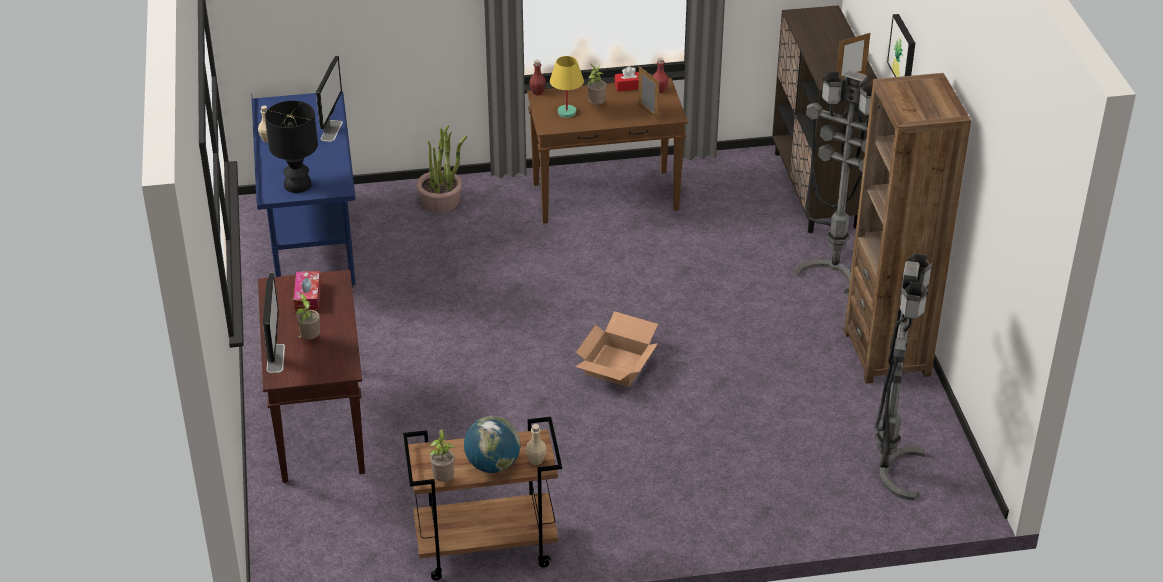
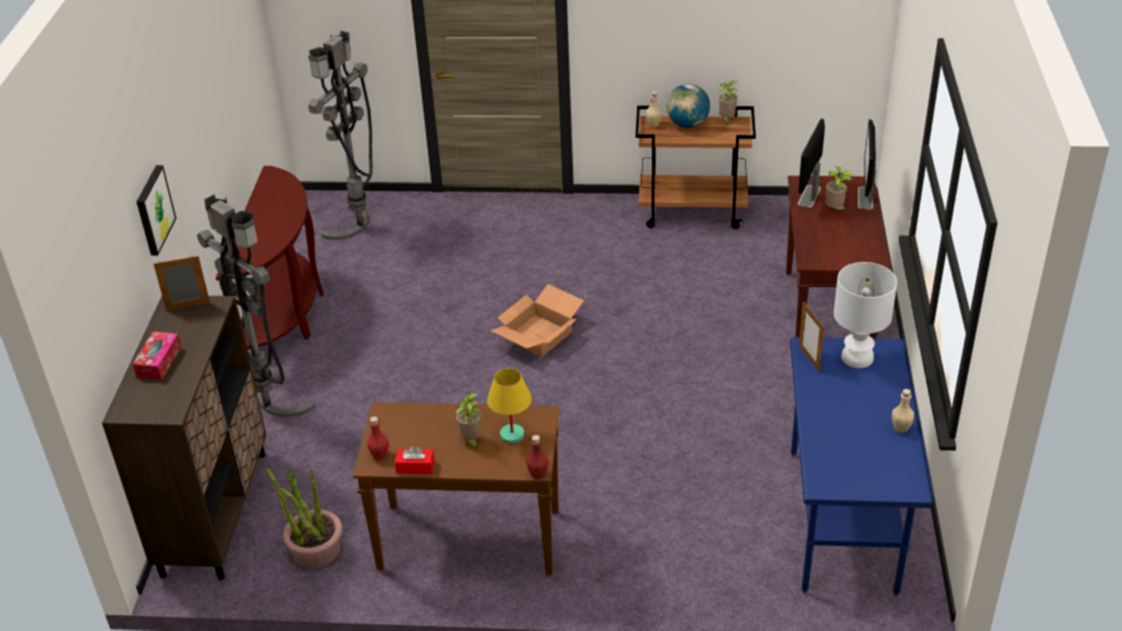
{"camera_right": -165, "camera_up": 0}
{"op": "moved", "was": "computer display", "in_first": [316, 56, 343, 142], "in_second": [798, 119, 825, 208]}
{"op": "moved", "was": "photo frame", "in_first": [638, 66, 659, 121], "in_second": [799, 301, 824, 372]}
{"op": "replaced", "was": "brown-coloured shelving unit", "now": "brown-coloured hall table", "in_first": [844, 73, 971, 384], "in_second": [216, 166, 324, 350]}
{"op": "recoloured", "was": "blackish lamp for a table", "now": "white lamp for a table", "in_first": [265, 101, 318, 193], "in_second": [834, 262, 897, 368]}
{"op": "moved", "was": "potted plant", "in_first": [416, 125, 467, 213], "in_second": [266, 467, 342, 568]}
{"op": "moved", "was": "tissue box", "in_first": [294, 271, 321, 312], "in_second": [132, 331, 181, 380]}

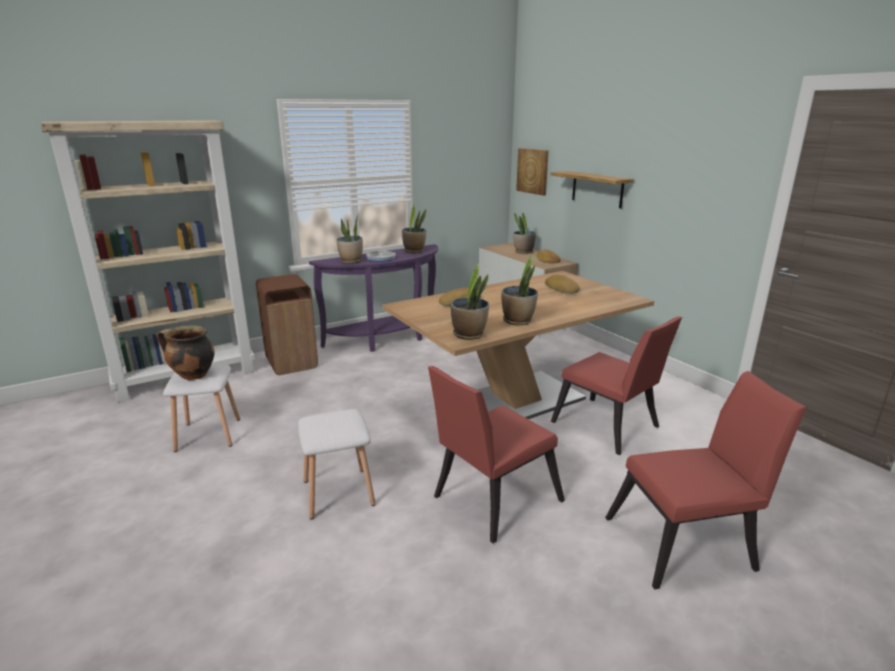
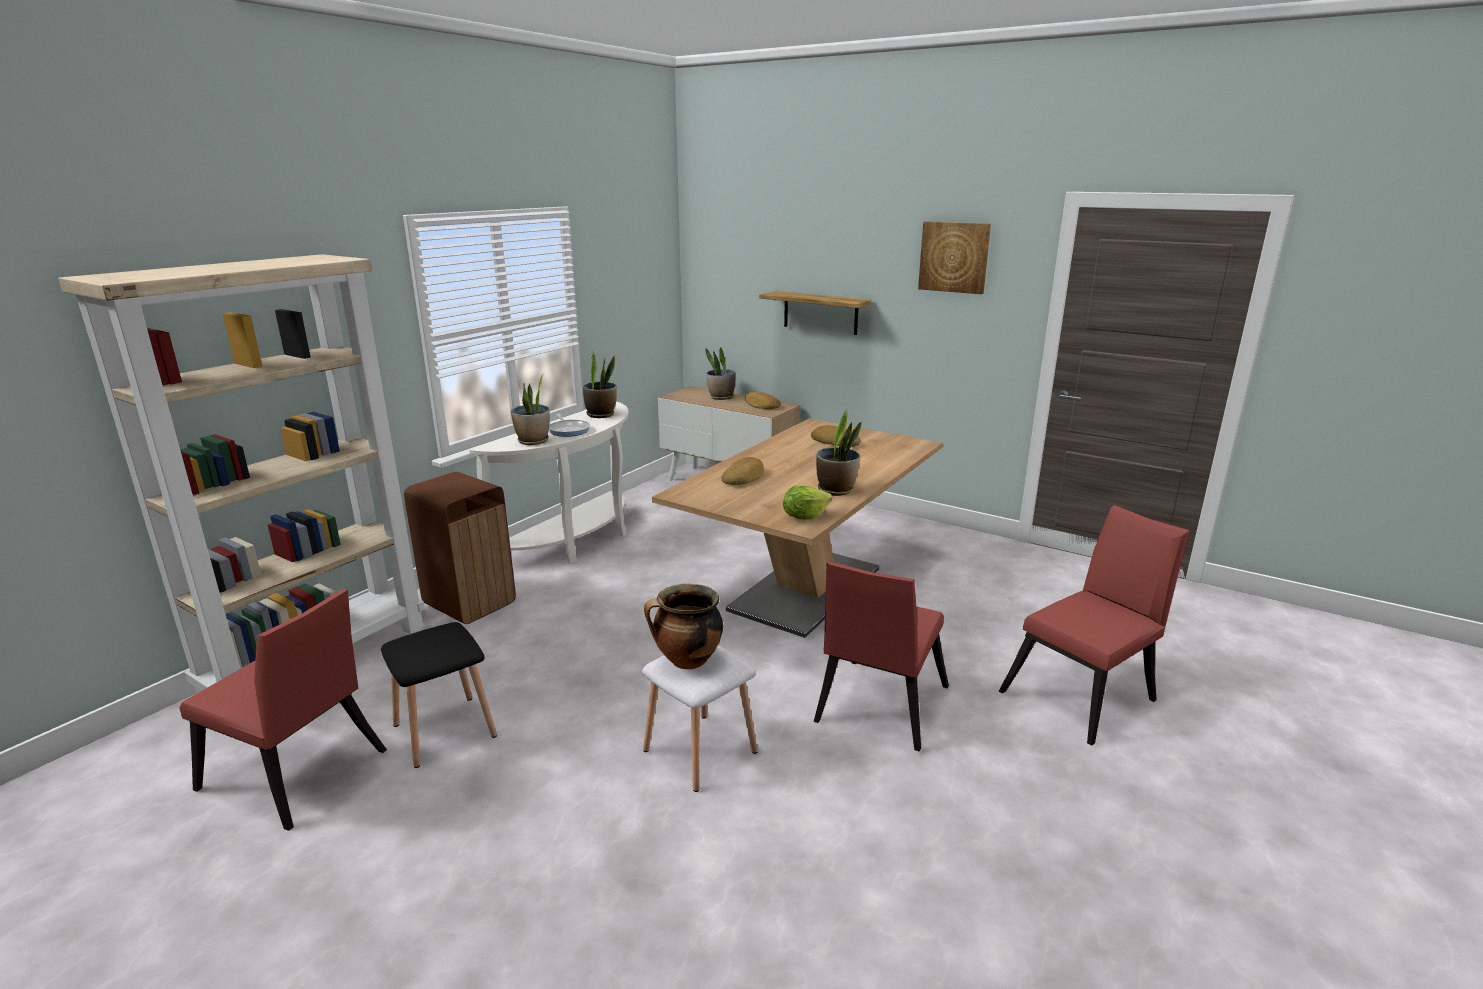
{"camera_right": -25, "camera_up": 0}
{"op": "moved", "was": "wall picture", "in_first": [516, 148, 549, 196], "in_second": [918, 221, 991, 294]}
{"op": "recoloured", "was": "purplish hall table", "now": "white hall table", "in_first": [309, 244, 438, 352], "in_second": [470, 401, 629, 564]}
{"op": "replaced", "was": "potted plant", "now": "head of lettuce", "in_first": [451, 263, 489, 340], "in_second": [783, 485, 832, 520]}
{"op": "moved", "was": "red-coloured chair", "in_first": [551, 317, 682, 455], "in_second": [180, 589, 387, 831]}
{"op": "moved", "was": "saucepot", "in_first": [157, 325, 214, 380], "in_second": [644, 584, 723, 669]}
{"op": "recoloured", "was": "white sitting stool", "now": "blackish sitting stool", "in_first": [163, 365, 240, 452], "in_second": [381, 622, 497, 768]}

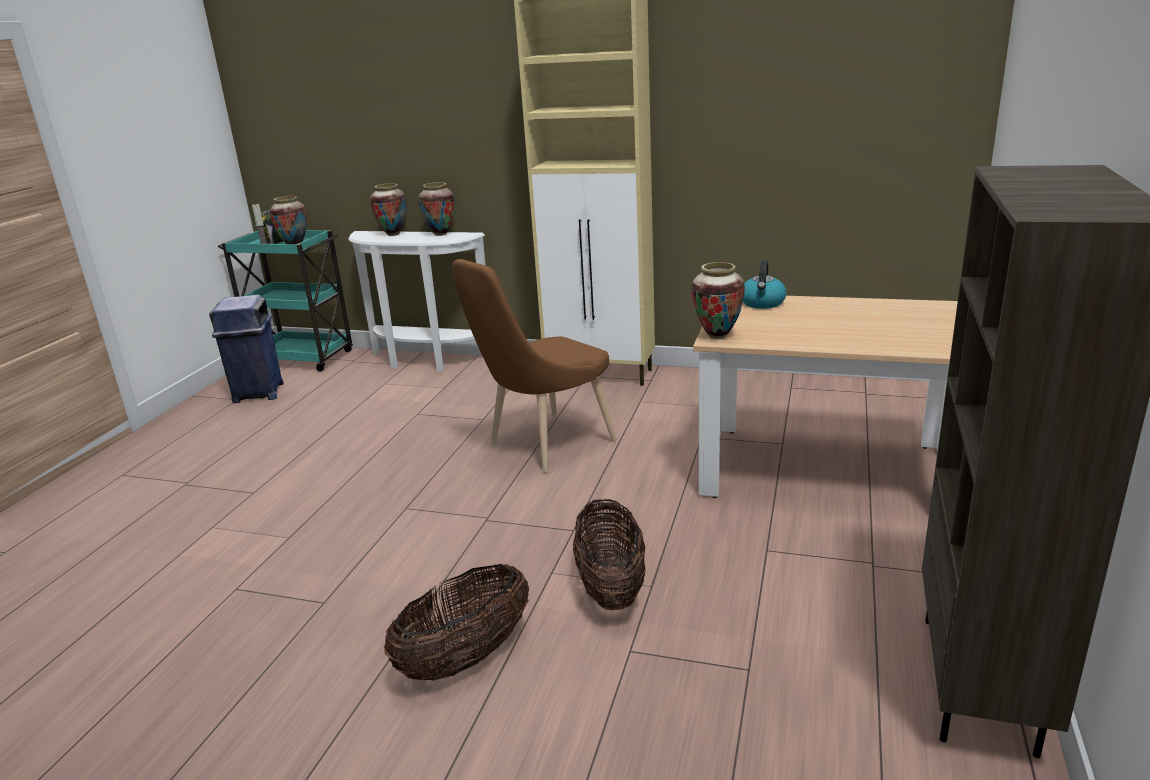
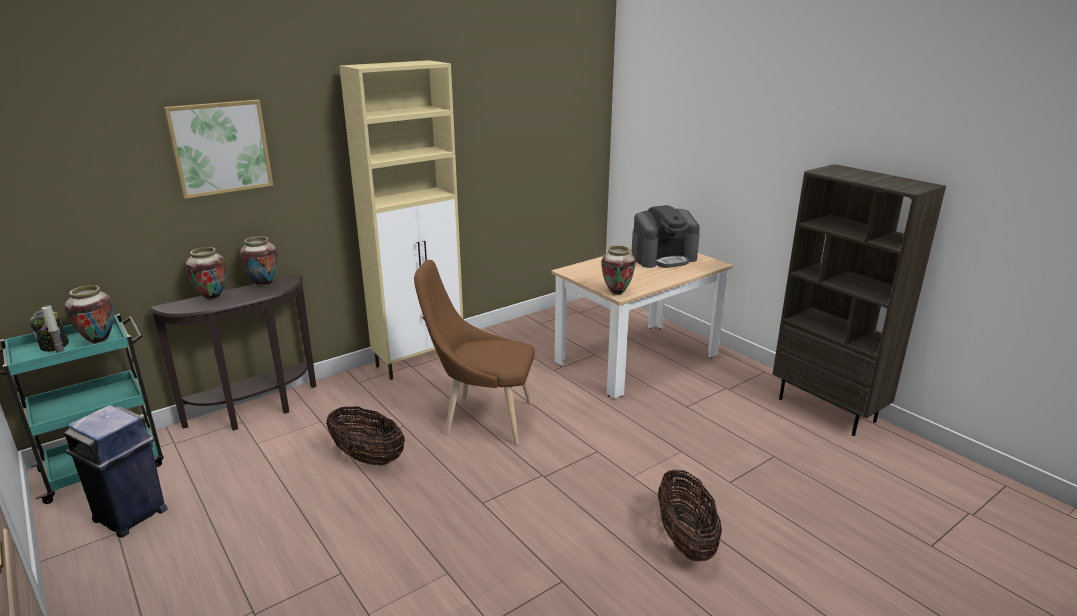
{"camera_right": -55, "camera_up": 0}
{"op": "recoloured", "was": "white hall table", "now": "brown-coloured hall table", "in_first": [348, 231, 486, 372], "in_second": [149, 274, 316, 431]}
{"op": "turned", "was": "brown-coloured chair", "in_first": [452, 259, 617, 473], "in_second": [414, 260, 535, 445], "clockwise": 105}
{"op": "removed", "was": "tea kettle", "in_first": [743, 260, 787, 309]}
{"op": "moved", "was": "household basket", "in_first": [573, 499, 646, 610], "in_second": [326, 407, 405, 465]}
{"op": "added", "now": "wall picture", "in_second": [164, 100, 273, 199]}
{"op": "added", "now": "coffee brewer", "in_second": [631, 205, 700, 268]}

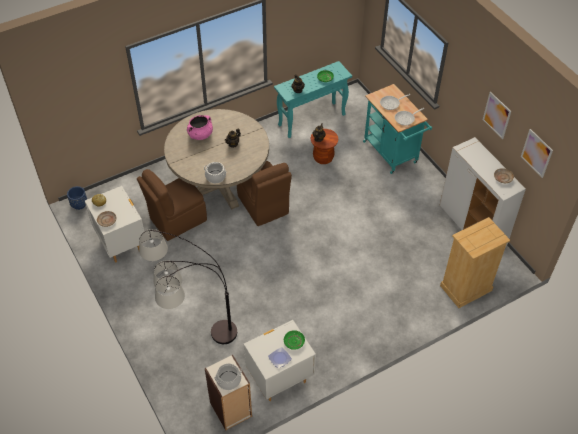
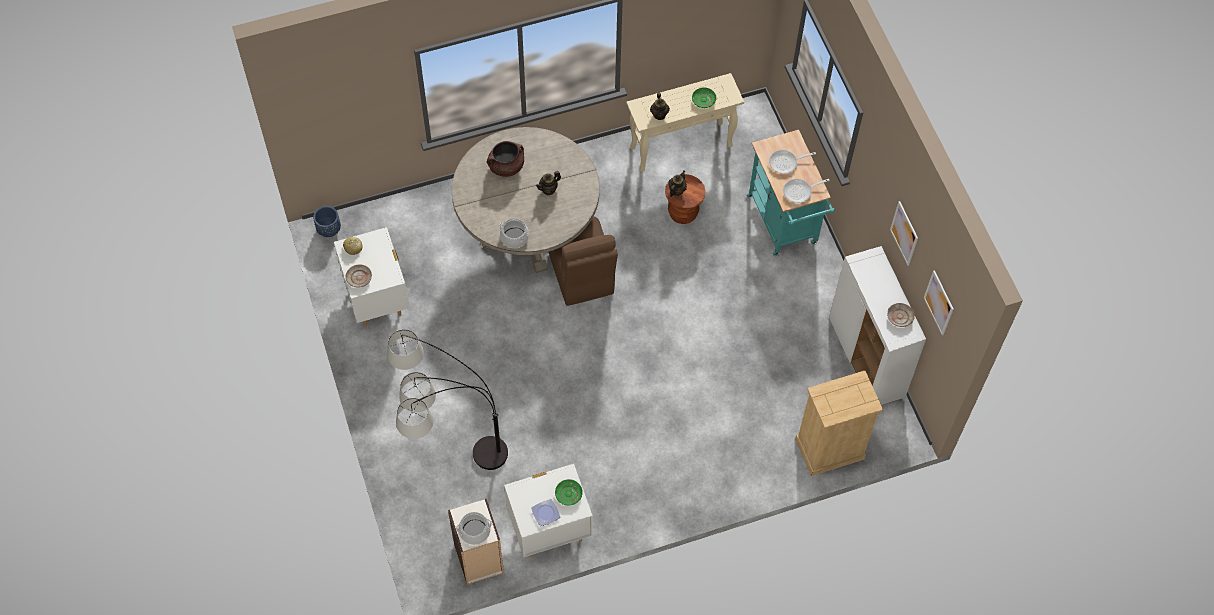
{"camera_right": 10, "camera_up": 10}
{"op": "recoloured", "was": "turquoise-coloured hall table", "now": "sand-coloured hall table", "in_first": [274, 61, 352, 138], "in_second": [626, 73, 744, 172]}
{"op": "recoloured", "was": "pink saucepot", "now": "brown-coloured saucepot", "in_first": [187, 115, 213, 140], "in_second": [487, 141, 524, 177]}
{"op": "removed", "was": "brown-coloured chair", "in_first": [137, 169, 207, 241]}

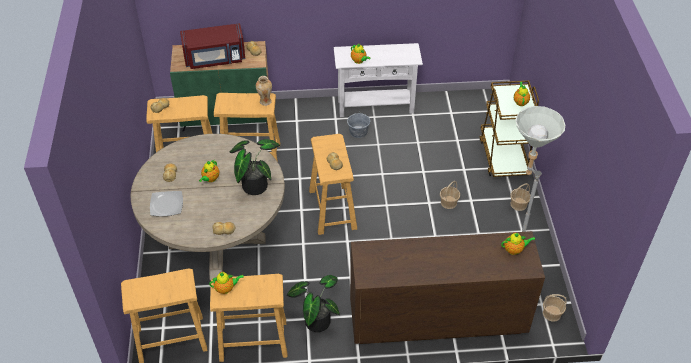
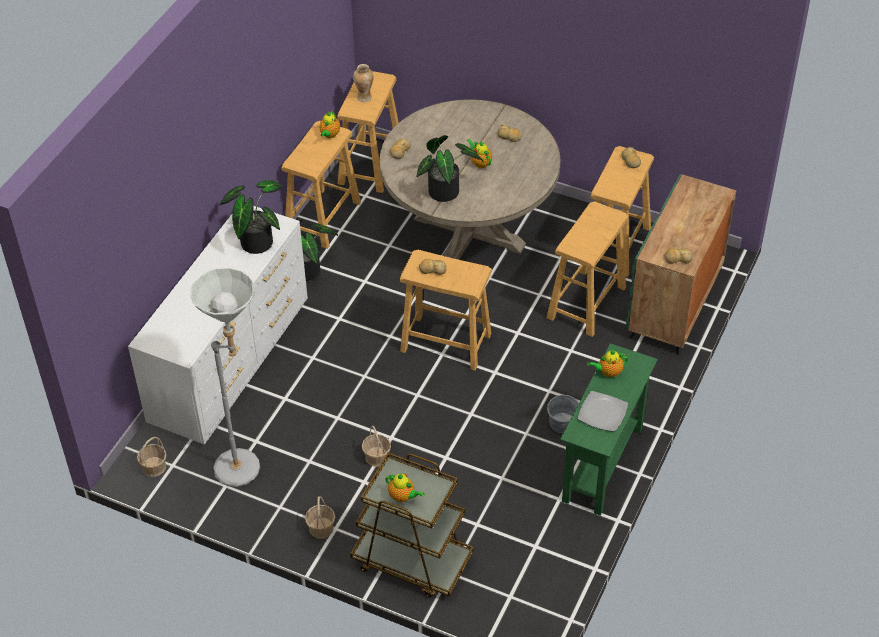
{"camera_right": 120, "camera_up": 0}
{"op": "removed", "was": "red-coloured microwave oven", "in_first": [180, 23, 245, 69]}
{"op": "recoloured", "was": "white hall table", "now": "green-coloured hall table", "in_first": [334, 43, 423, 117], "in_second": [560, 343, 658, 516]}
{"op": "moved", "was": "flower vase", "in_first": [256, 76, 272, 106], "in_second": [353, 64, 374, 102]}
{"op": "moved", "was": "flat dish", "in_first": [150, 191, 183, 216], "in_second": [578, 391, 628, 432]}
{"op": "recoloured", "was": "brown-coloured chest of drawers", "now": "white chest of drawers", "in_first": [350, 231, 545, 344], "in_second": [128, 206, 308, 444]}
{"op": "removed", "was": "teapot", "in_first": [501, 232, 535, 255]}
{"op": "added", "now": "potted plant", "in_second": [220, 180, 283, 254]}

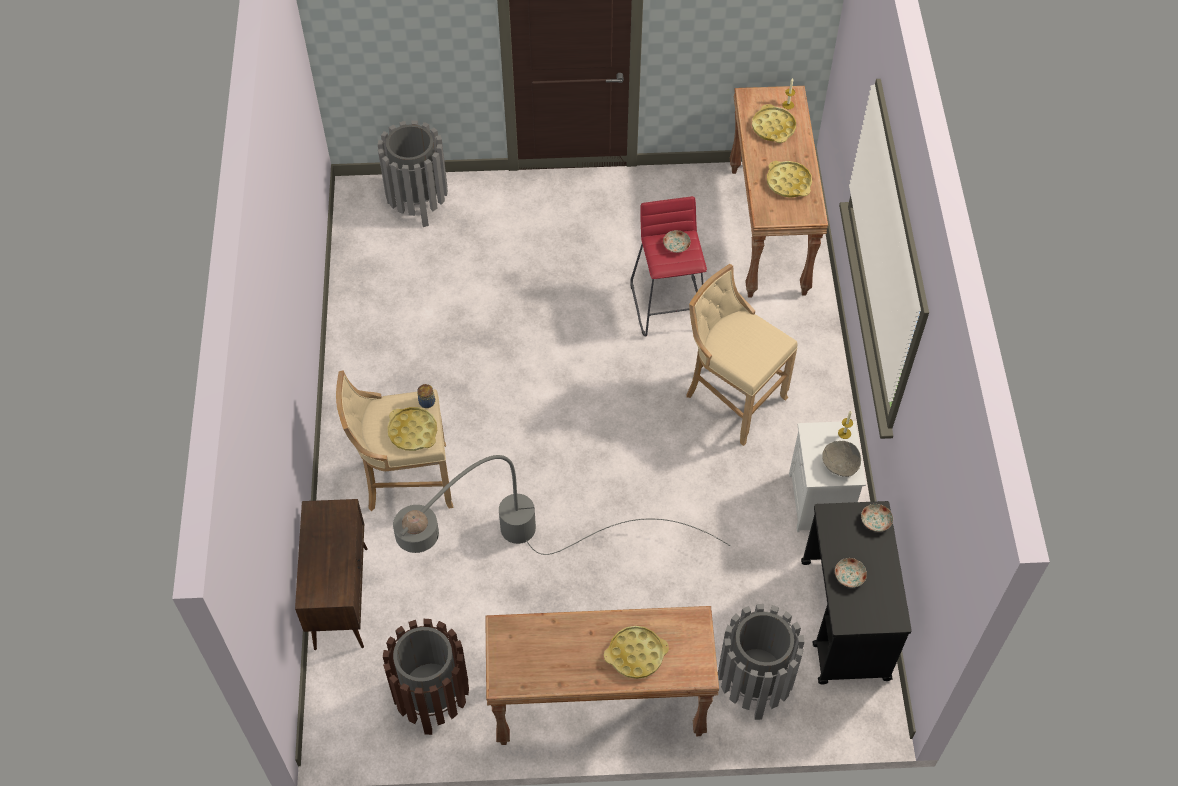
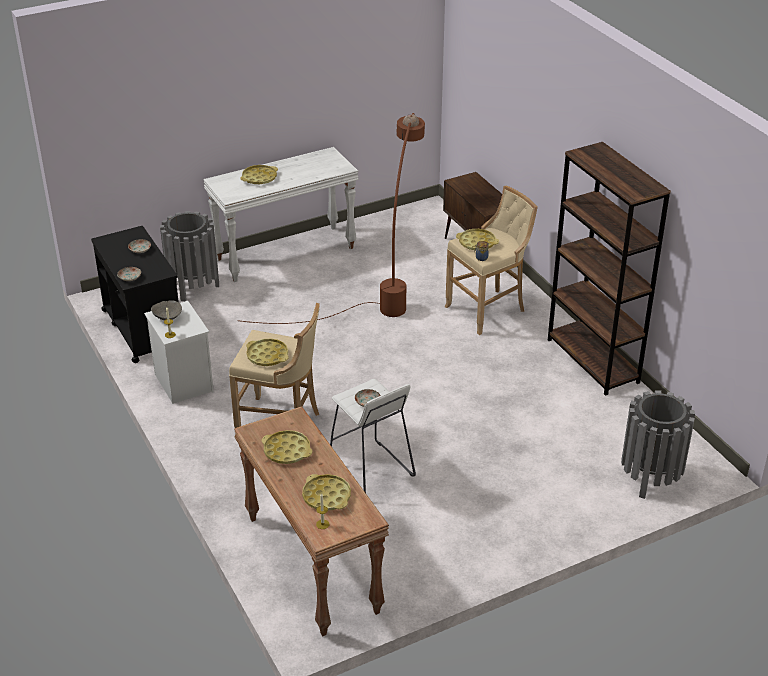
{"camera_right": 155, "camera_up": -20}
{"op": "recoloured", "was": "red-coloured sitting stool", "now": "white sitting stool", "in_first": [630, 196, 707, 337], "in_second": [330, 379, 416, 493]}
{"op": "recoloured", "was": "grey standard lamp", "now": "brown-coloured standard lamp", "in_first": [393, 455, 730, 555], "in_second": [237, 113, 425, 324]}
{"op": "recoloured", "was": "brown-coloured hall table", "now": "white hall table", "in_first": [485, 606, 719, 745], "in_second": [203, 147, 359, 282]}
{"op": "removed", "was": "brown-coloured rubbish bin", "in_first": [383, 619, 469, 735]}
{"op": "added", "now": "brown-coloured shelving unit", "in_second": [548, 142, 671, 396]}
{"op": "added", "now": "yellow-coloured serving tray", "in_second": [246, 339, 289, 366]}

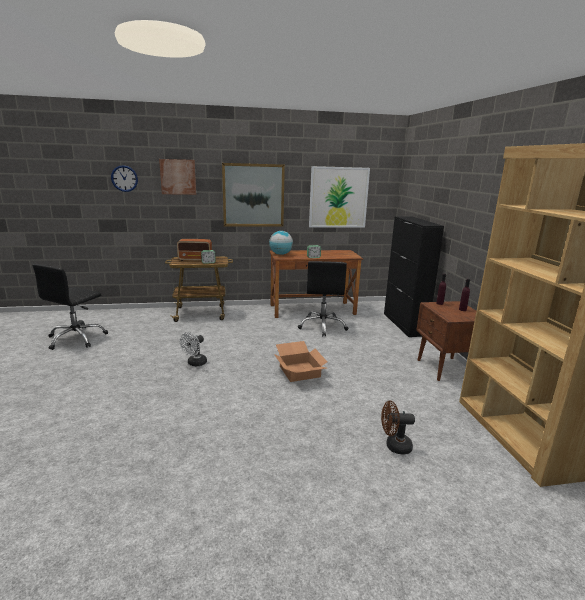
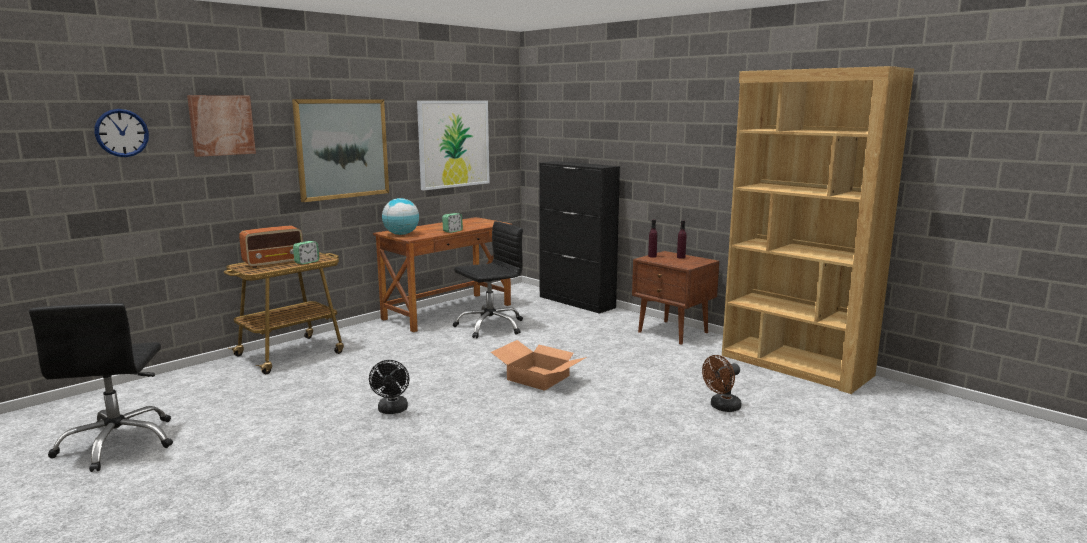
{"camera_right": -35, "camera_up": -5}
{"op": "turned", "was": "blackish computer chair", "in_first": [298, 261, 348, 337], "in_second": [453, 221, 523, 338], "clockwise": -90}
{"op": "recoloured", "was": "white electric fan", "now": "blackish electric fan", "in_first": [180, 332, 207, 366], "in_second": [369, 360, 410, 414]}

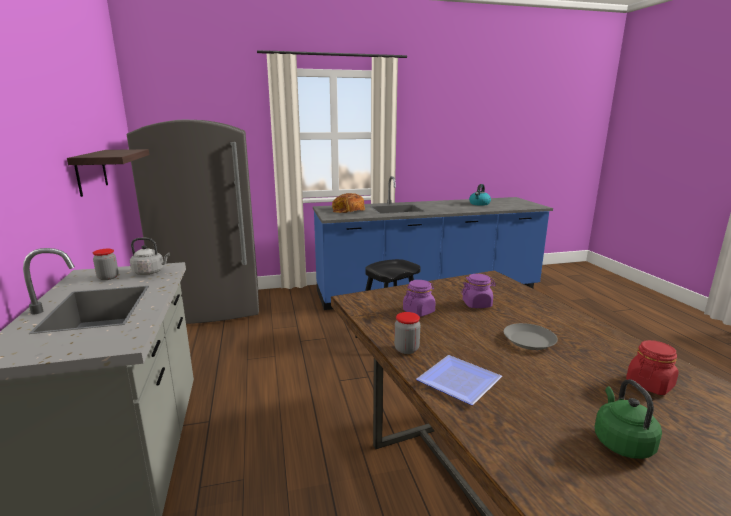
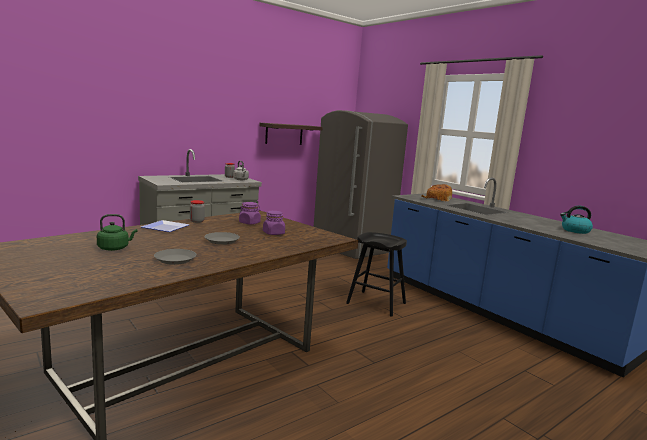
{"camera_right": 65, "camera_up": -5}
{"op": "replaced", "was": "red-coloured preserve jar", "now": "grey flat dish", "in_first": [626, 340, 679, 395], "in_second": [154, 249, 196, 265]}

